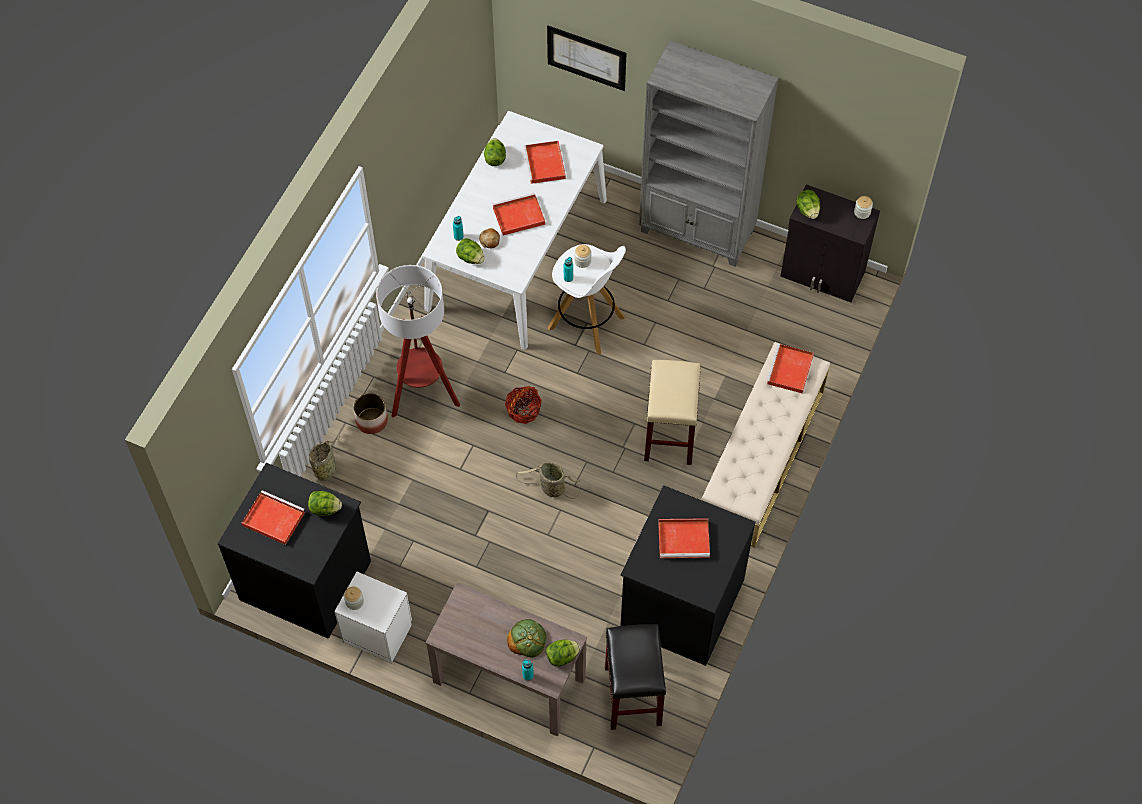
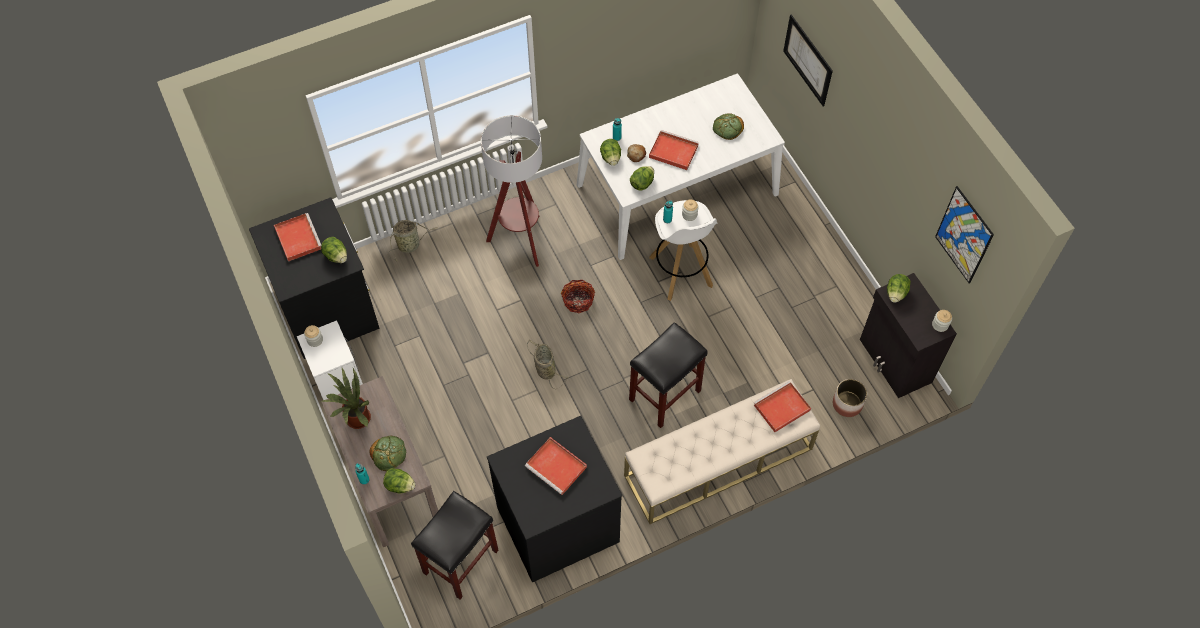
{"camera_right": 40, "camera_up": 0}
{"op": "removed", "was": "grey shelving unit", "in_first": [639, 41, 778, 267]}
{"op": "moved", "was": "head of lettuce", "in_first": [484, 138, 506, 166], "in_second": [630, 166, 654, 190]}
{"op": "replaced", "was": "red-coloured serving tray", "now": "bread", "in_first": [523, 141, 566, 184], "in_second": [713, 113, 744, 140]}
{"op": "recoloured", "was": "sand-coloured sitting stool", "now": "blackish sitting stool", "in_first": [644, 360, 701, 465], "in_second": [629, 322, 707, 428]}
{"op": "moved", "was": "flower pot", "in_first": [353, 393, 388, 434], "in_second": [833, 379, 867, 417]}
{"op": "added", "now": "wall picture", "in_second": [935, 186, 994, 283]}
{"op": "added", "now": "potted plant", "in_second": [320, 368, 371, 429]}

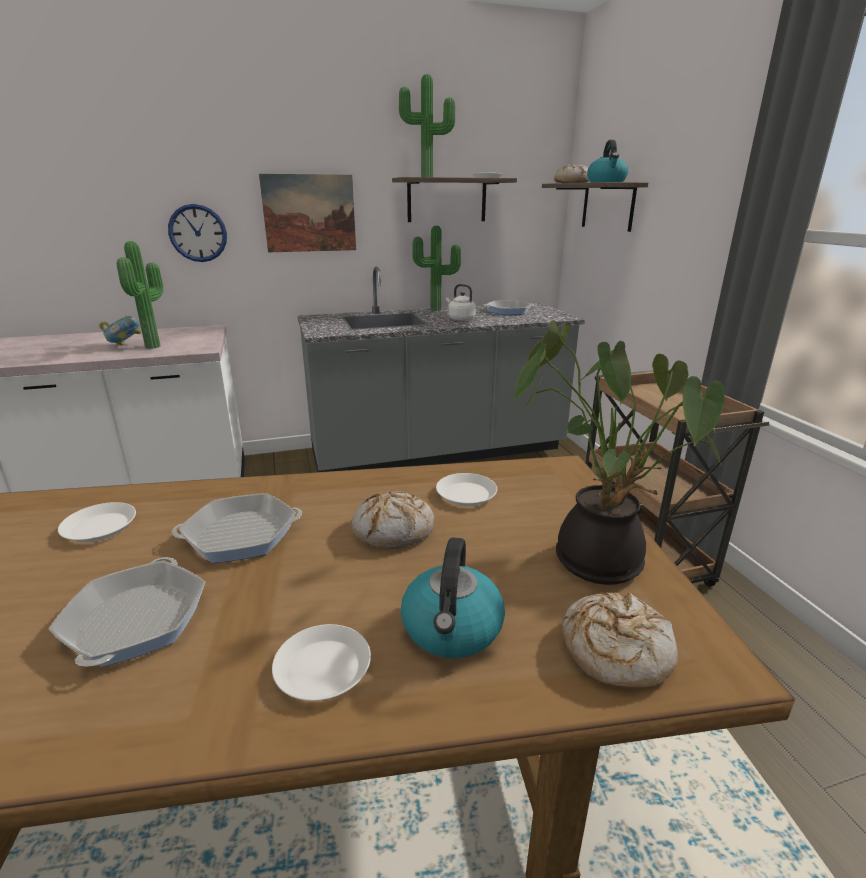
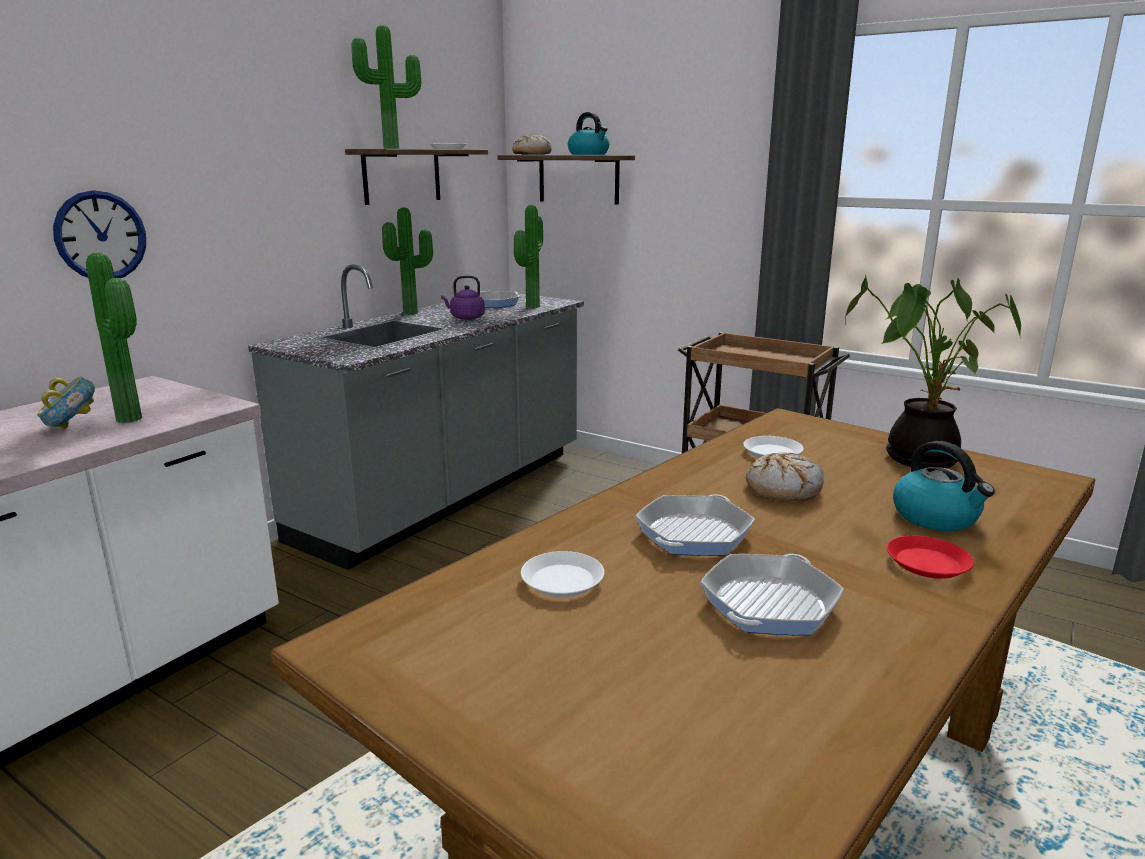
{"camera_right": -40, "camera_up": -5}
{"op": "removed", "was": "wall picture", "in_first": [259, 174, 356, 252]}
{"op": "recoloured", "was": "white tea kettle", "now": "purplish tea kettle", "in_first": [446, 284, 476, 321], "in_second": [441, 275, 485, 320]}
{"op": "turned", "was": "skillet", "in_first": [49, 557, 205, 667], "in_second": [700, 554, 844, 635], "clockwise": -105}
{"op": "removed", "was": "bread", "in_first": [562, 592, 678, 688]}
{"op": "recoloured", "was": "white flat dish", "now": "red-coloured flat dish", "in_first": [272, 624, 371, 701], "in_second": [887, 536, 974, 579]}
{"op": "added", "now": "potted plant", "in_second": [514, 205, 543, 308]}

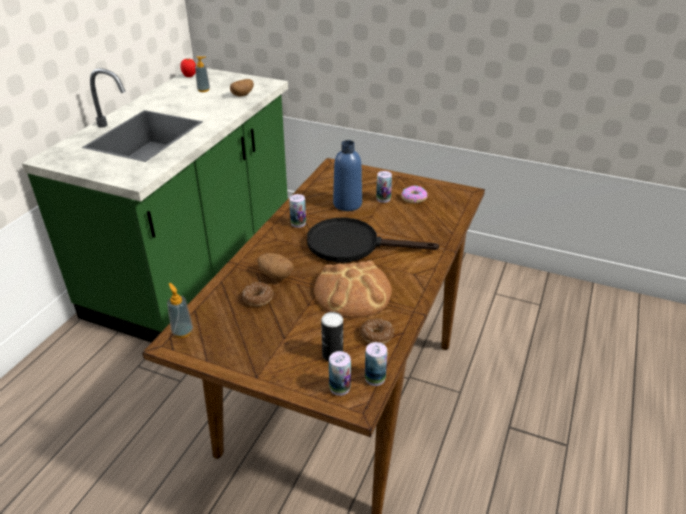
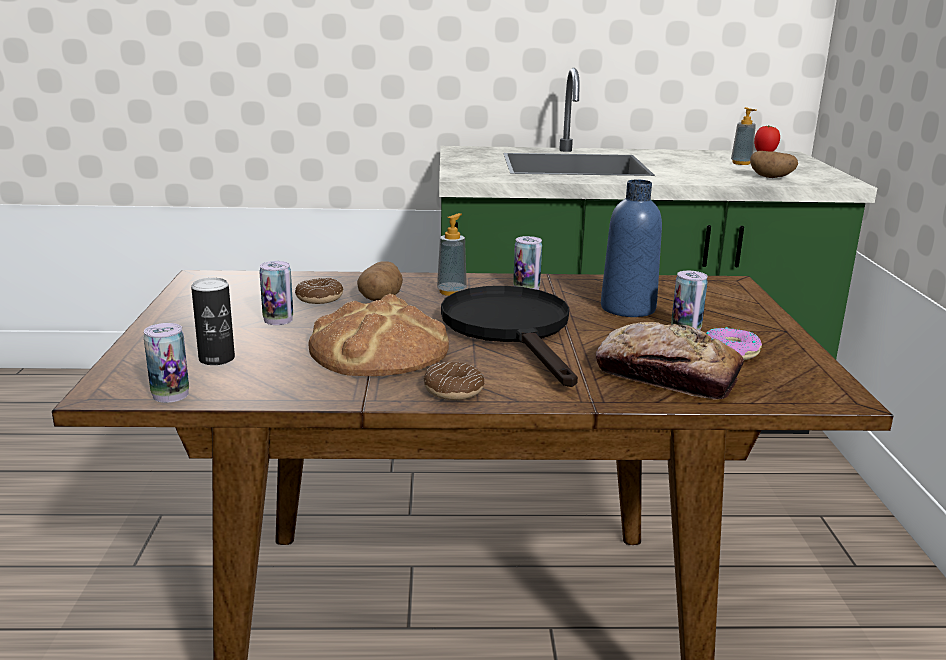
{"camera_right": 65, "camera_up": -15}
{"op": "moved", "was": "liquid soap bottle", "in_first": [167, 283, 193, 338], "in_second": [437, 213, 467, 296]}
{"op": "moved", "was": "donut", "in_first": [360, 318, 394, 344], "in_second": [423, 362, 484, 400]}
{"op": "moved", "was": "sealed can", "in_first": [329, 351, 351, 396], "in_second": [259, 261, 293, 325]}
{"op": "added", "now": "bread", "in_second": [595, 322, 744, 399]}

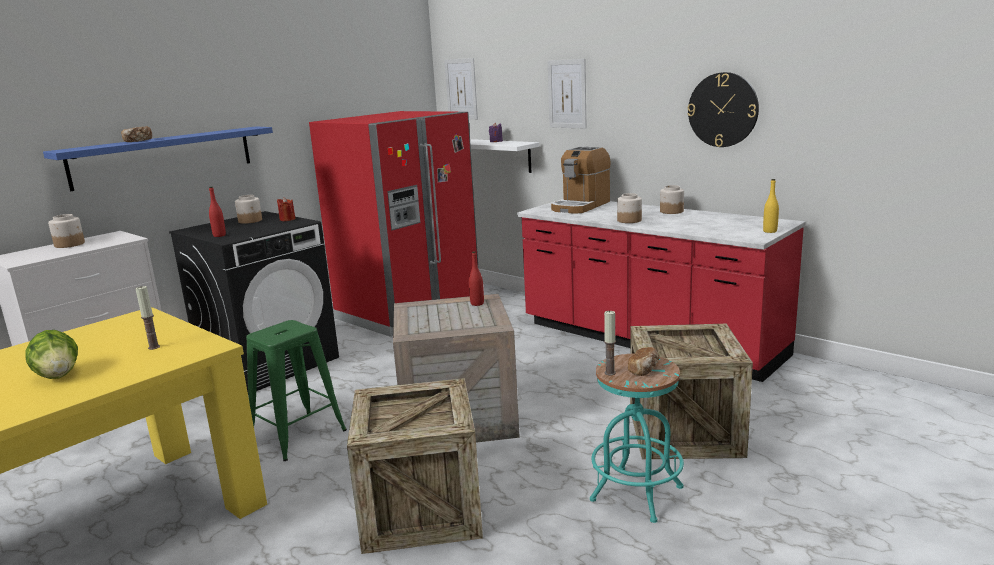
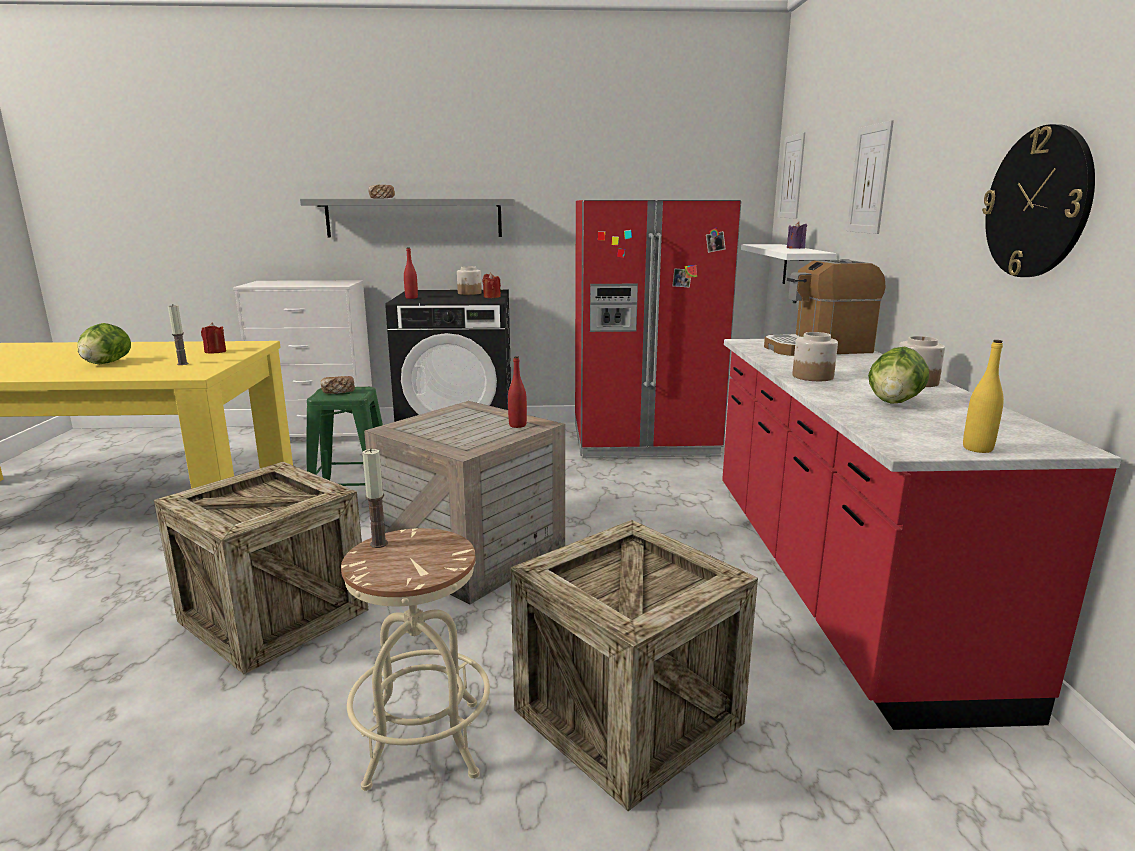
{"camera_right": 45, "camera_up": 0}
{"op": "recoloured", "was": "bluish shelf", "now": "grey shelf", "in_first": [43, 126, 273, 191], "in_second": [300, 199, 515, 237]}
{"op": "removed", "was": "preserve jar", "in_first": [48, 214, 85, 248]}
{"op": "moved", "was": "bread", "in_first": [628, 347, 659, 376], "in_second": [321, 376, 355, 394]}
{"op": "recoloured", "was": "turquoise-coloured sitting stool", "now": "sand-coloured sitting stool", "in_first": [590, 354, 684, 523], "in_second": [341, 528, 490, 791]}
{"op": "added", "now": "red-coloured candle", "in_second": [201, 322, 226, 354]}
{"op": "added", "now": "head of lettuce", "in_second": [868, 346, 929, 404]}

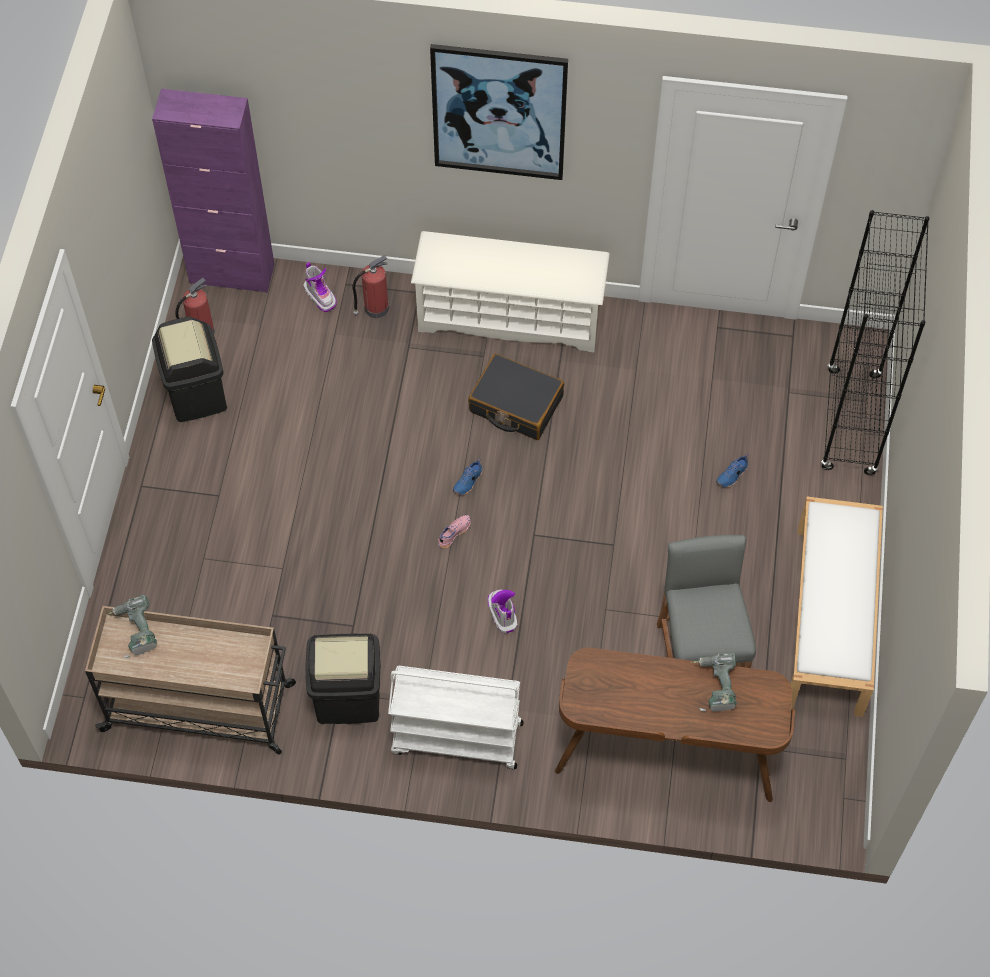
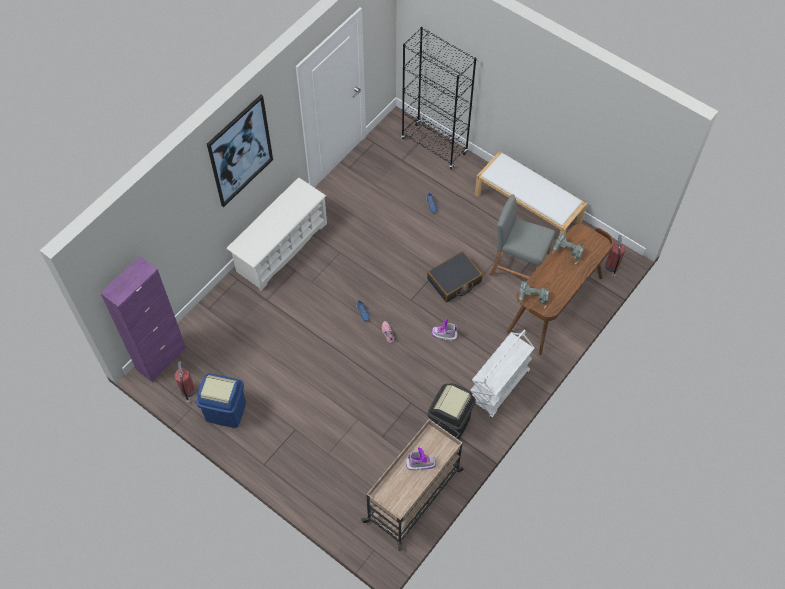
{"camera_right": -60, "camera_up": 0}
{"op": "moved", "was": "extinguisher", "in_first": [352, 255, 389, 318], "in_second": [605, 235, 625, 277]}
{"op": "moved", "was": "tall boot", "in_first": [303, 262, 337, 312], "in_second": [406, 447, 436, 470]}
{"op": "recoloured", "was": "blackish rubbish bin", "now": "bluish rubbish bin", "in_first": [152, 317, 227, 422], "in_second": [196, 373, 246, 428]}
{"op": "moved", "was": "blackish piece of luggage", "in_first": [468, 353, 564, 440], "in_second": [427, 251, 483, 302]}
{"op": "moved", "was": "power drill", "in_first": [106, 595, 157, 658], "in_second": [518, 281, 549, 308]}

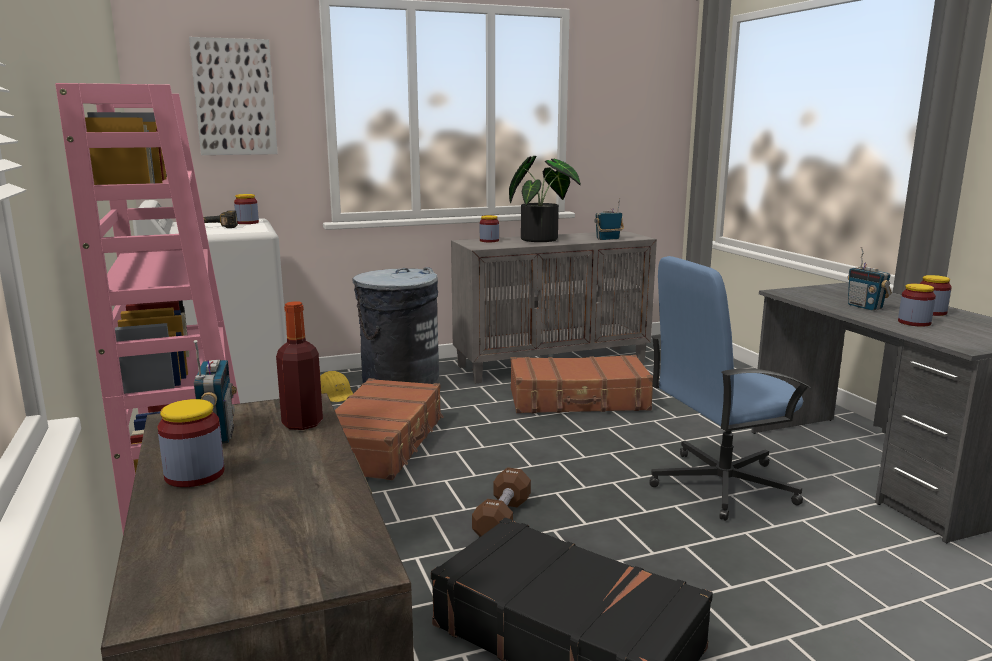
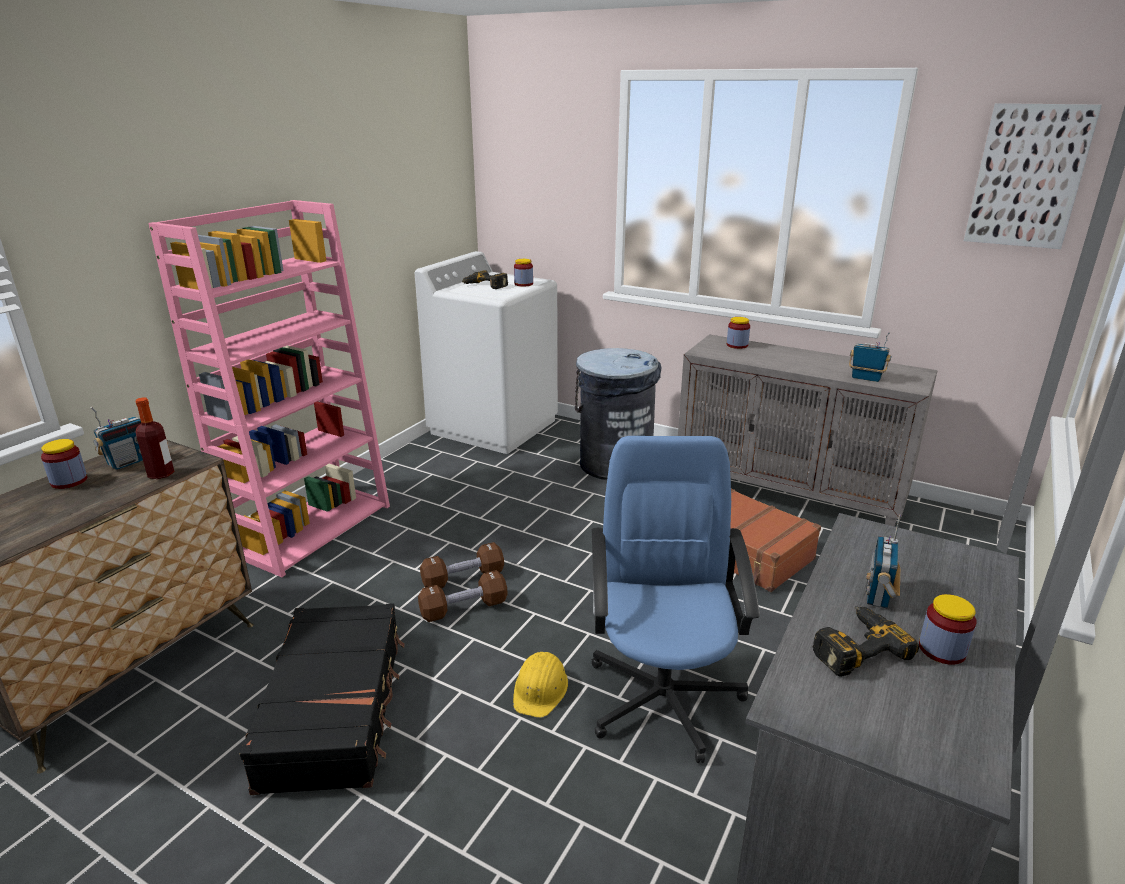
{"camera_right": 50, "camera_up": 10}
{"op": "moved", "was": "wall picture", "in_first": [189, 37, 278, 155], "in_second": [964, 103, 1102, 249]}
{"op": "removed", "was": "potted plant", "in_first": [509, 156, 581, 242]}
{"op": "turned", "was": "bluish computer chair", "in_first": [649, 256, 811, 521], "in_second": [591, 436, 760, 763], "clockwise": 60}
{"op": "replaced", "was": "preserve jar", "now": "power drill", "in_first": [898, 284, 936, 327], "in_second": [813, 606, 919, 677]}
{"op": "moved", "was": "yellow-coloured safety helmet", "in_first": [320, 371, 353, 402], "in_second": [513, 652, 568, 718]}
{"op": "removed", "was": "brown-coloured piece of luggage", "in_first": [335, 378, 444, 480]}
{"op": "added", "now": "brown-coloured hand weight", "in_second": [420, 542, 504, 588]}

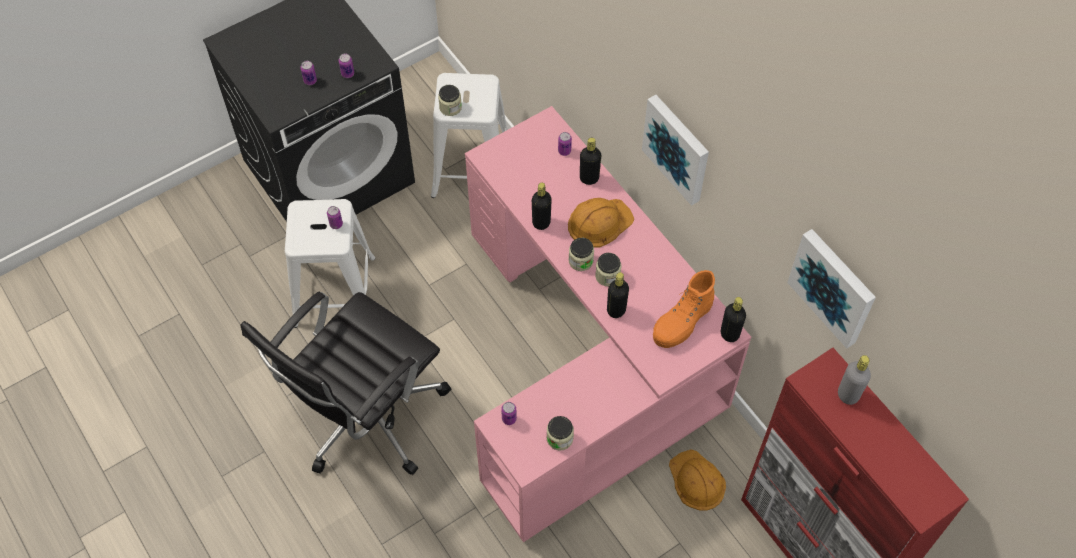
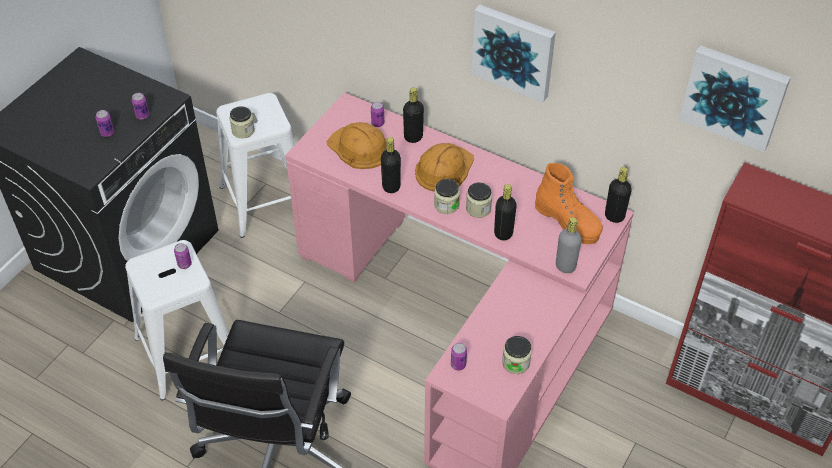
{"camera_right": -25, "camera_up": -10}
{"op": "turned", "was": "orange-coloured tall boot", "in_first": [653, 270, 715, 348], "in_second": [535, 163, 603, 244], "clockwise": -60}
{"op": "moved", "was": "grey beverage bottle", "in_first": [838, 355, 871, 405], "in_second": [556, 217, 582, 273]}
{"op": "moved", "was": "orange-coloured safety helmet", "in_first": [669, 449, 726, 511], "in_second": [327, 122, 387, 169]}

